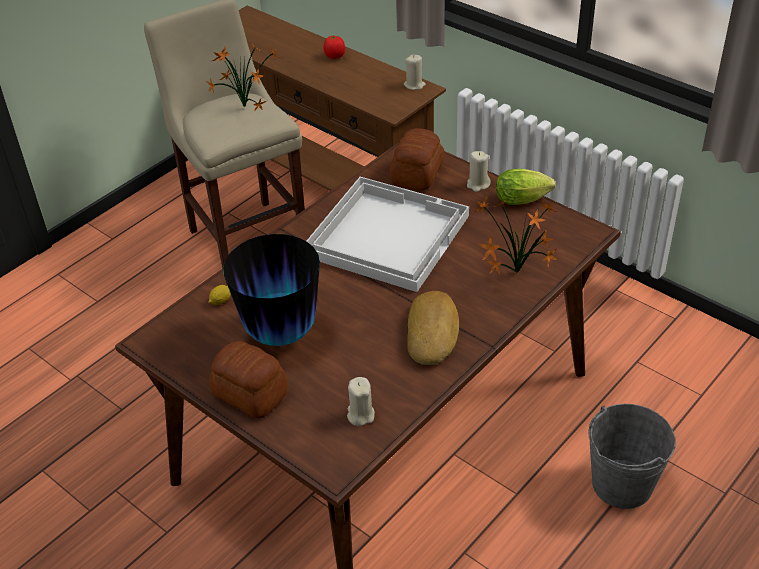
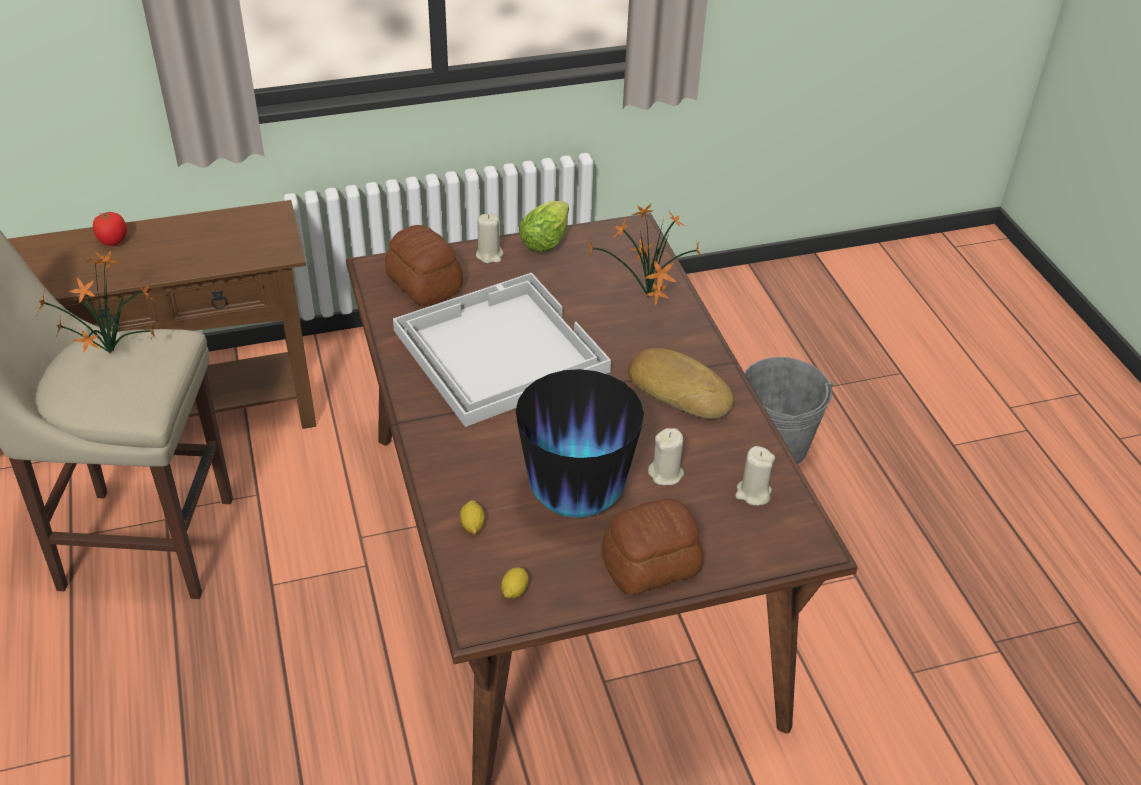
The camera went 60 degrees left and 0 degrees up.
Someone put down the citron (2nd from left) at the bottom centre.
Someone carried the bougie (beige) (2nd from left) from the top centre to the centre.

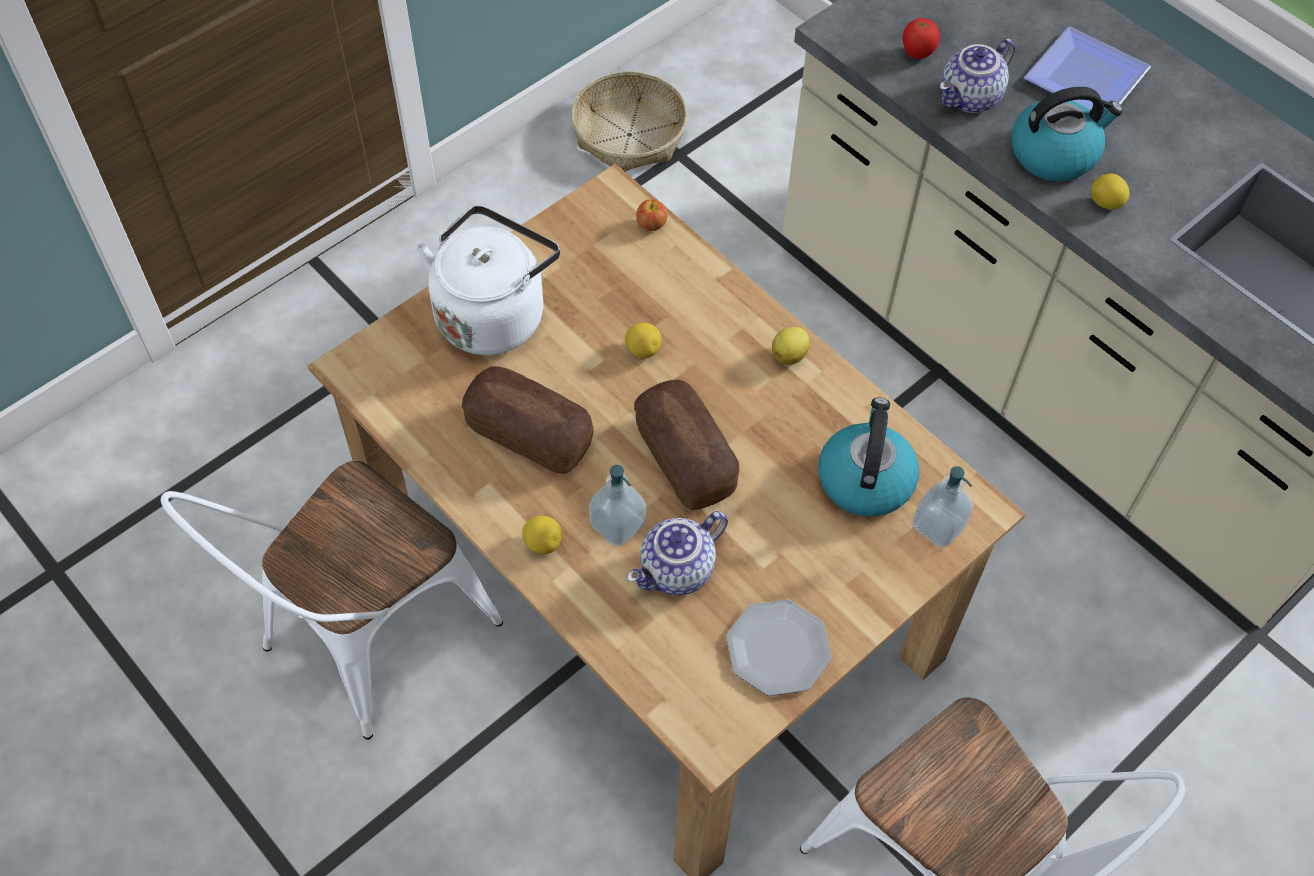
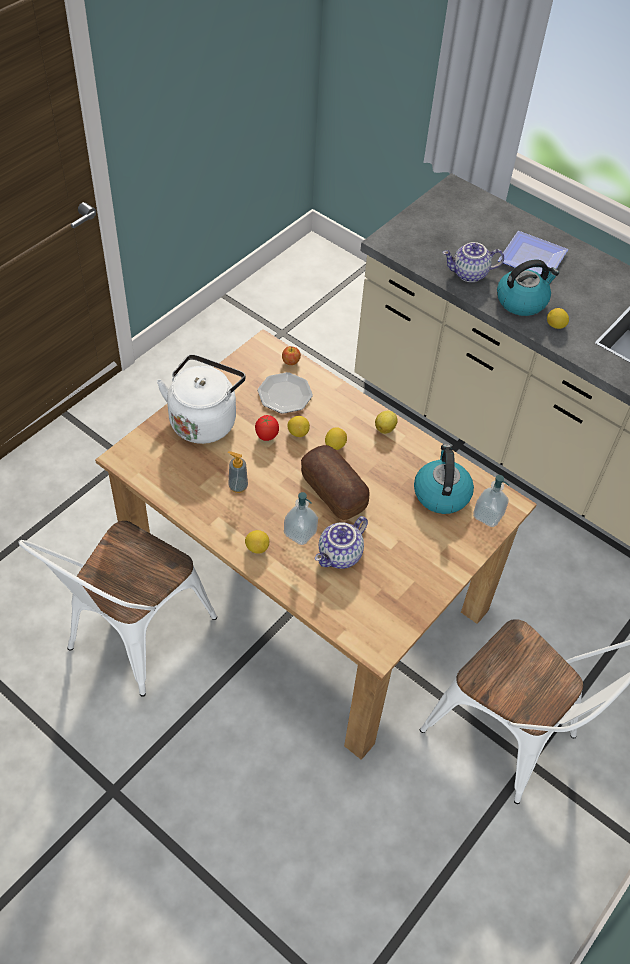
The camera went 10 degrees left and 5 degrees down.
Someone swapped the pain (1st from left) at the centre for the distributeur de savon (1st from left) at the centre.
Someone carried the tomate from the top right to the centre.
Someone carried the assiette (1st from left) from the bottom centre to the centre.
Someone put down the citron (3rd from left) at the centre.
Someone rotated the théière (2nd from left) at the top right by 45 degrees clockwise.
Someone took away the panier at the top centre.

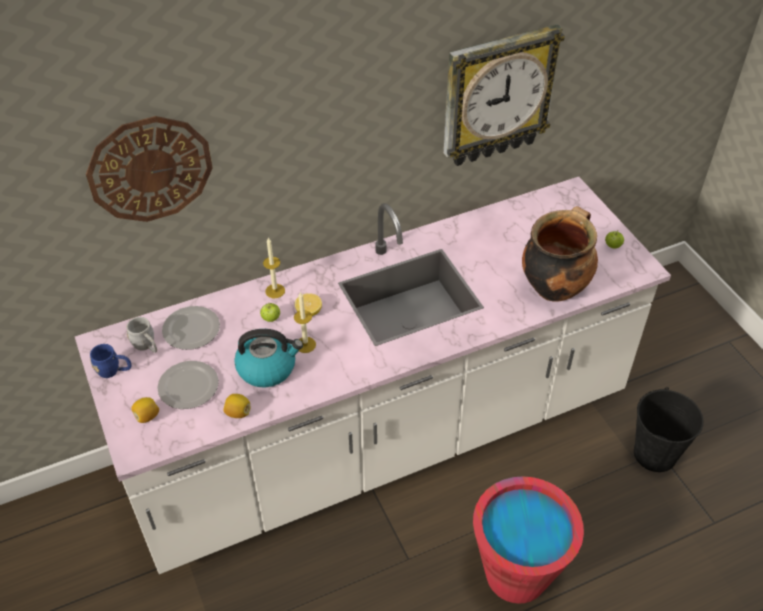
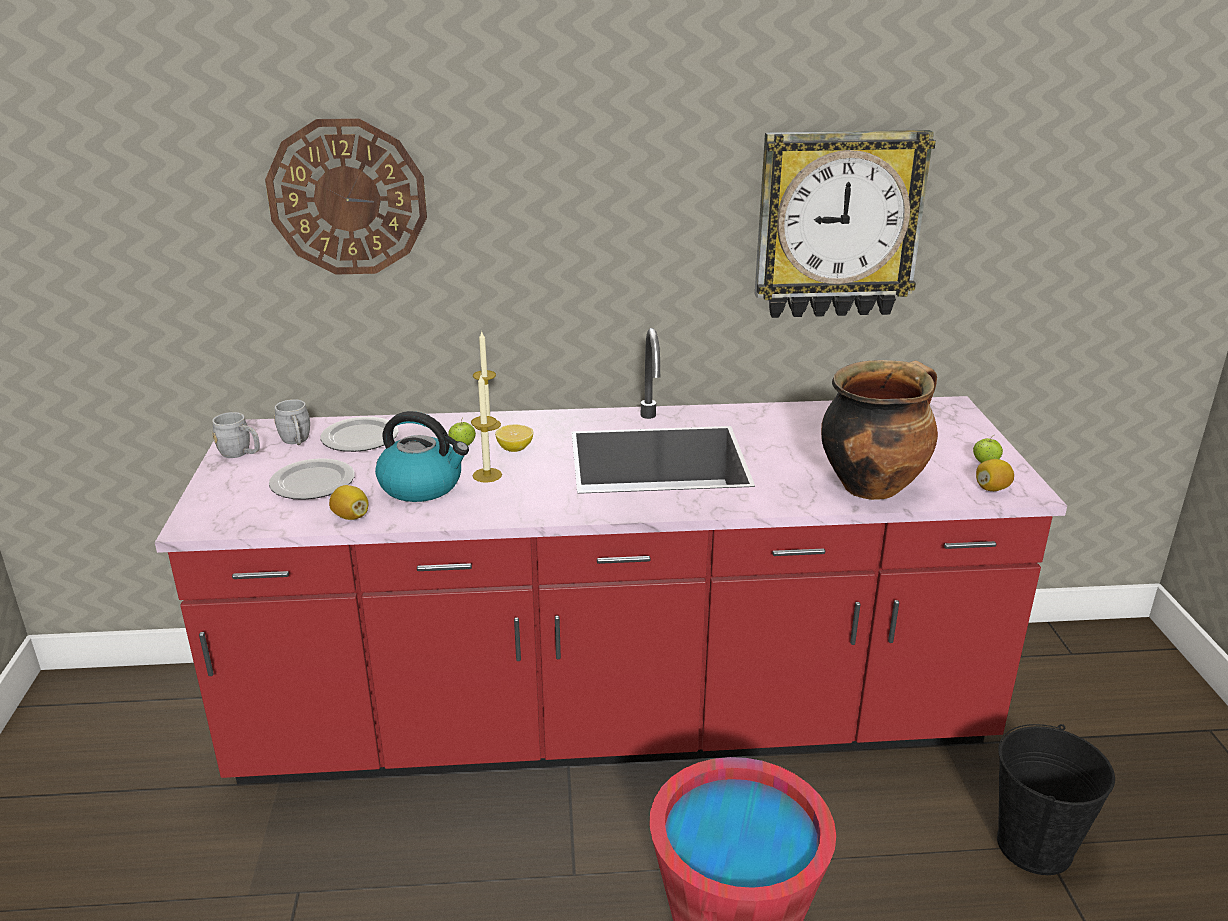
The camera went 20 degrees right and 20 degrees down.
Someone repainted the comptoir de cuisine (blanc) at the centre, which became the comptoir de cuisine (rouge) at the centre.
Someone repainted the mug (bleu) at the middle left, which became the mug (gris) (1st from left) at the middle left.
Someone carried the citron (1st from left in the first image) from the bottom left to the middle right.

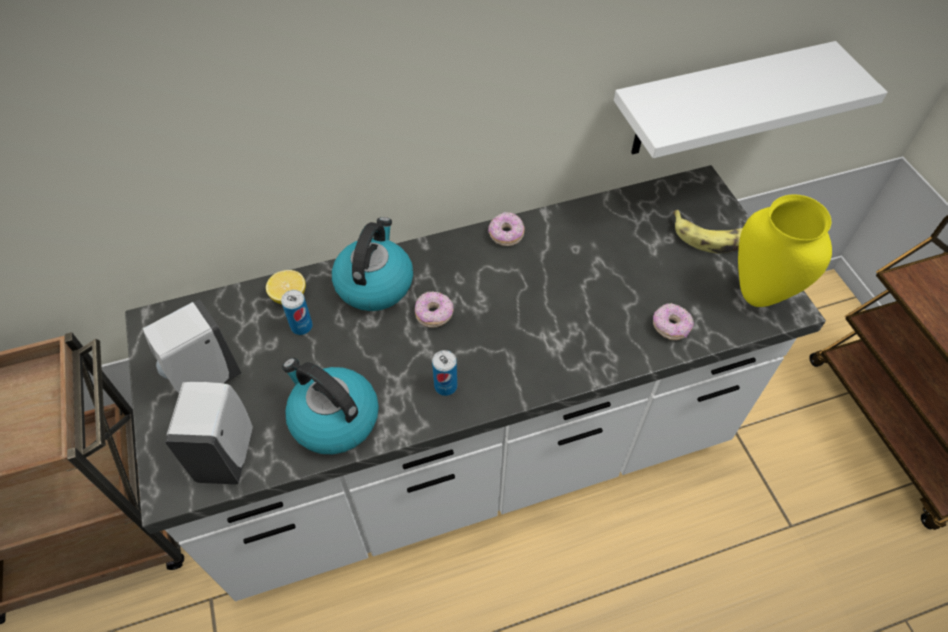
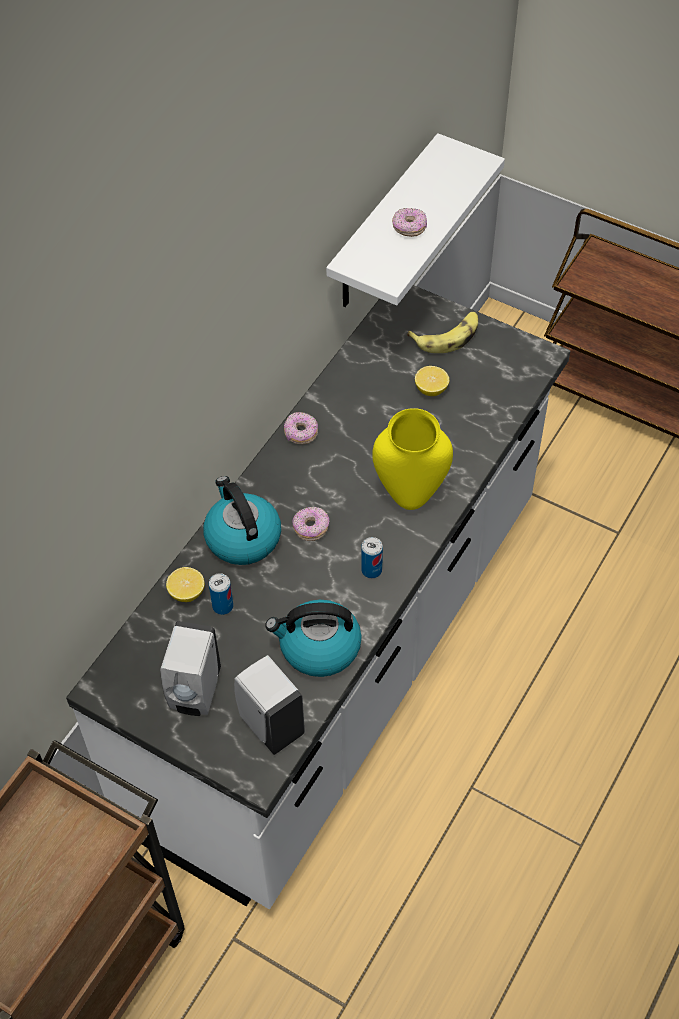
The camera went 40 degrees left and 0 degrees up.
Someone carried the vase (jaune) from the middle right to the centre.
Someone carried the beignet (3rd from left) from the middle right to the top centre.
Someone put down the citron (2nd from left) at the centre.

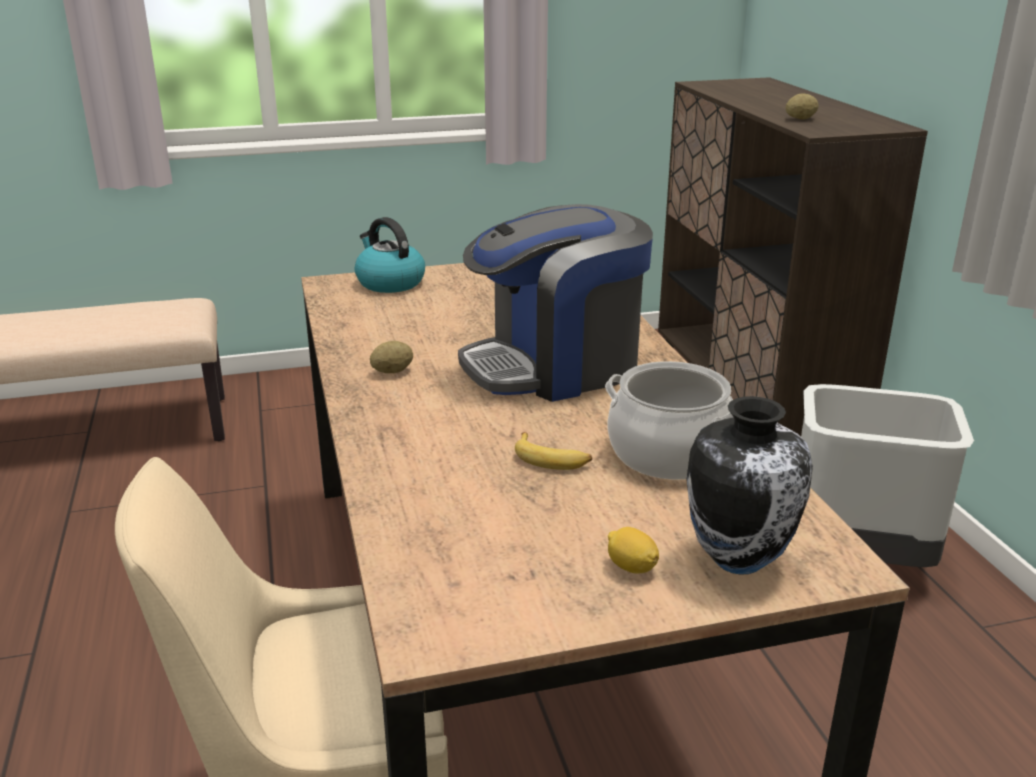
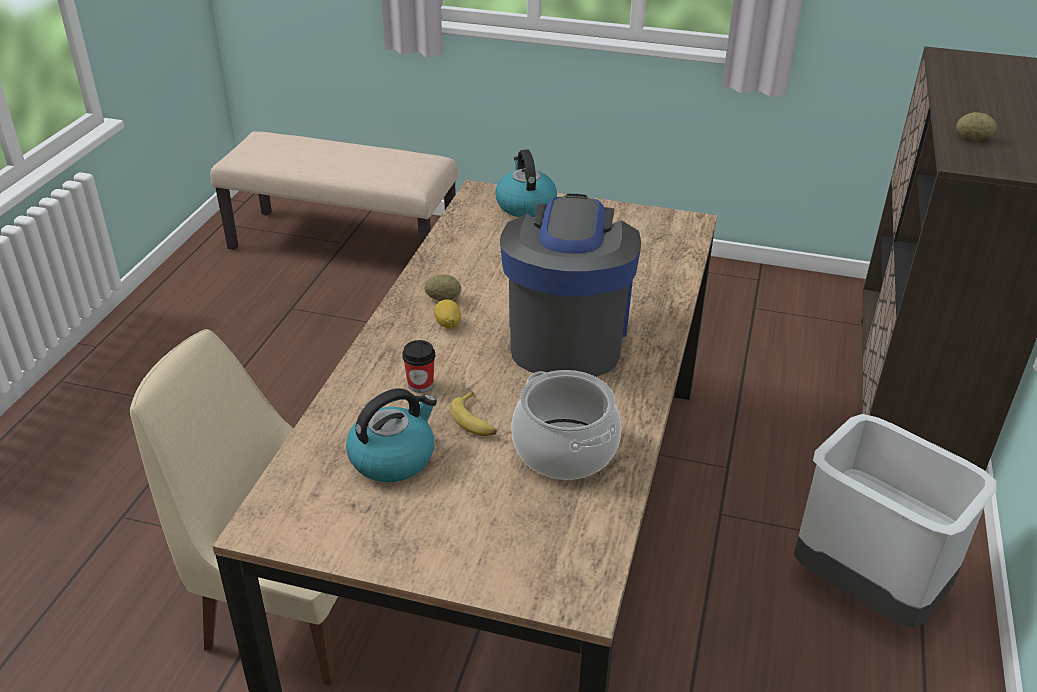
The camera went 30 degrees right and 10 degrees up.
Someone put down the bouilloire (1st from left) at the centre.
Someone put down the tasse at the centre.
Someone carried the citron from the bottom centre to the centre.
Someone rotated the machine à café at the centre by 90 degrees clockwise.
Someone took away the vase at the middle right.

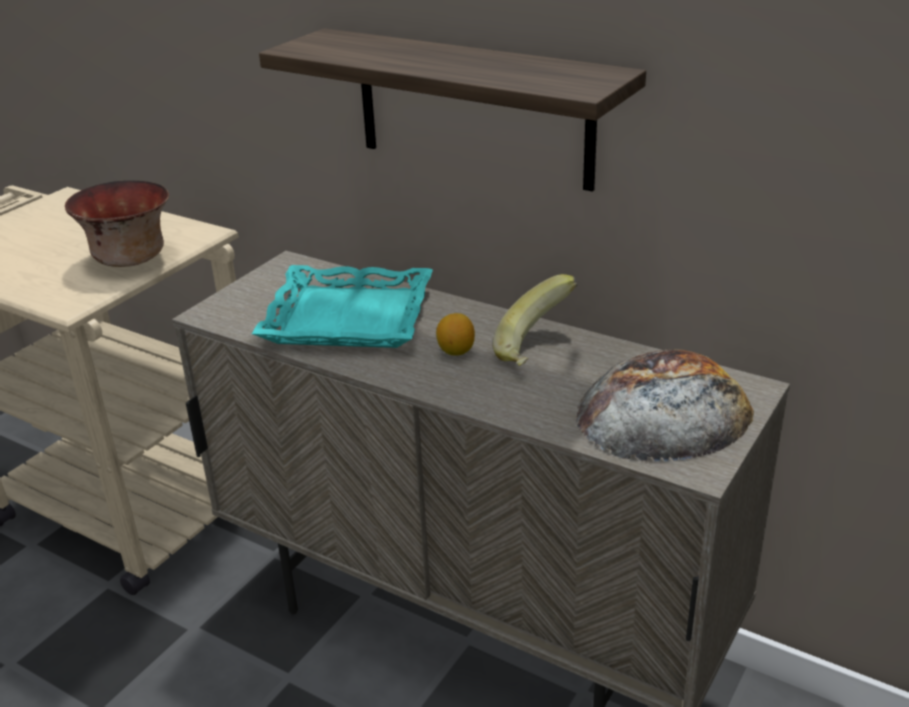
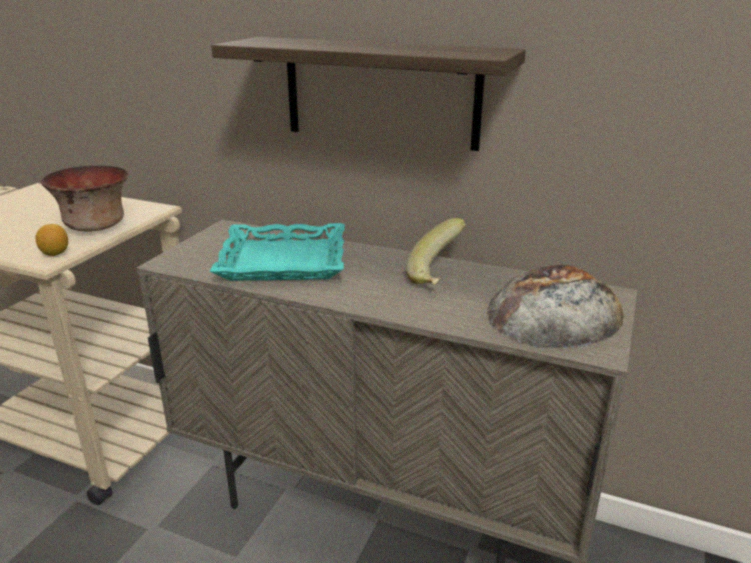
The camera went 10 degrees left and 5 degrees down.
Someone carried the citron from the centre to the middle left.

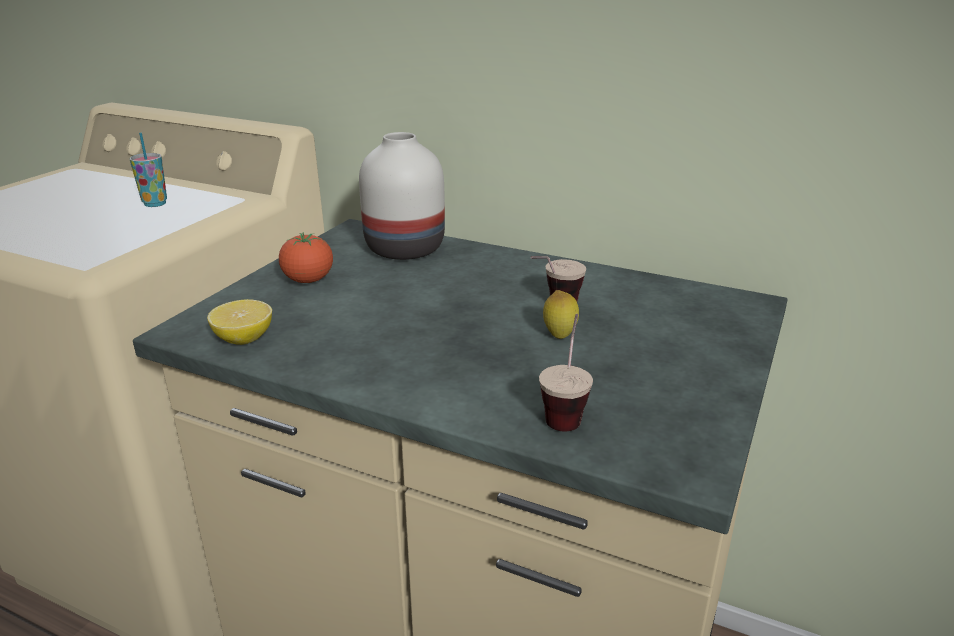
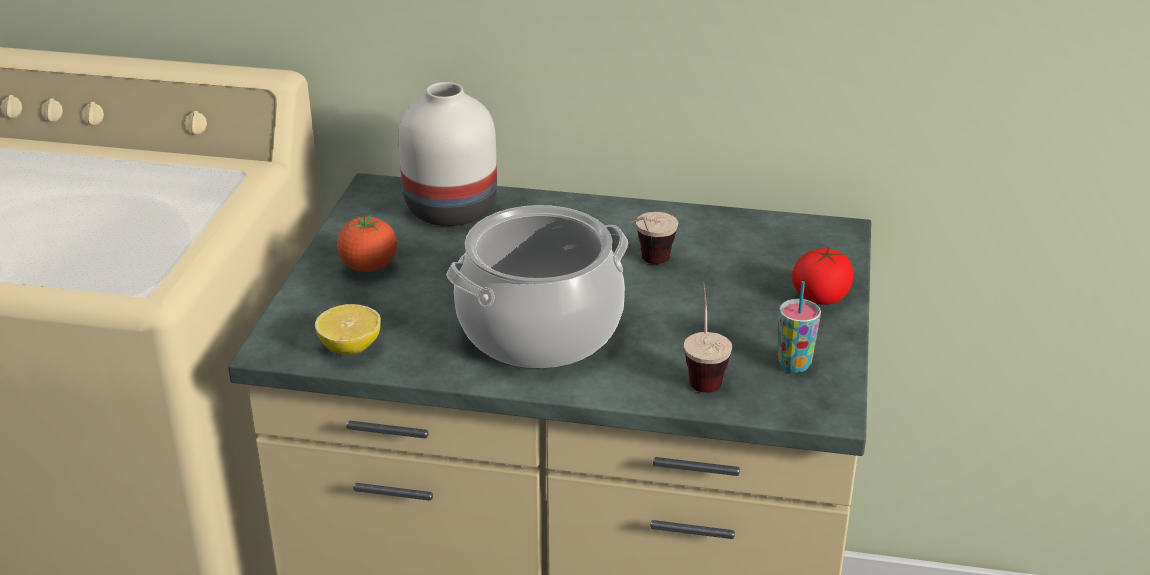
The camera went 15 degrees left and 5 degrees up.
Someone put down the marmite at the centre.
Someone carried the tasse (1st from left in the first image) from the top left to the middle right.
Someone put down the tomate (2nd from left) at the middle right.
Someone took away the citron (2nd from left) at the centre.

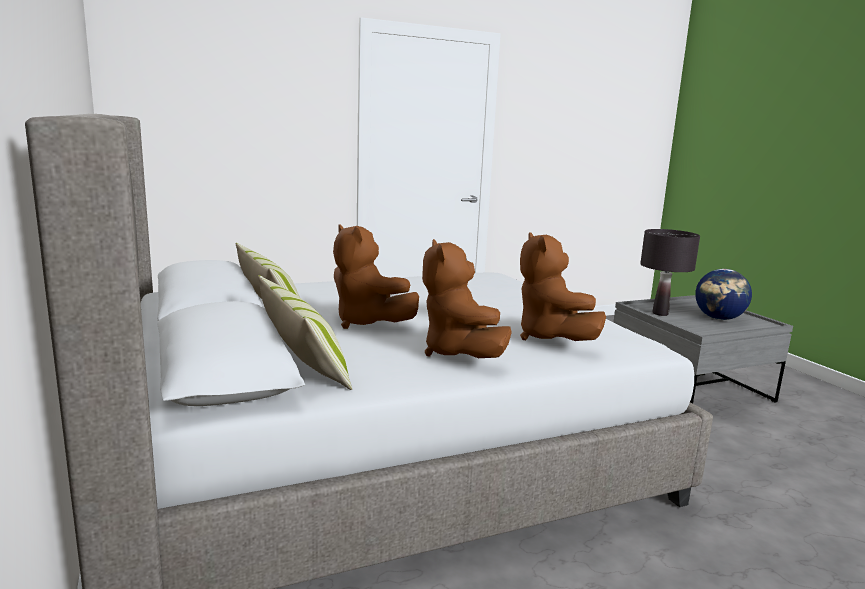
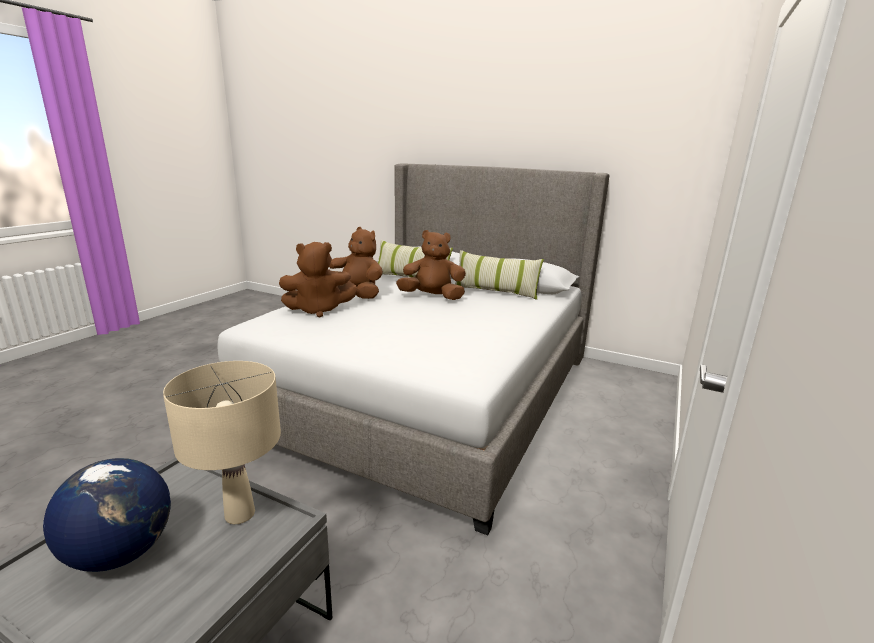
The camera went 140 degrees right and 5 degrees up.
Someone repainted the lampe de table (noir) at the middle right, which became the lampe de table (beige) at the bottom left.
Someone rotated the peluche (marron) (3rd from left in the first image) at the centre by 135 degrees clockwise.

